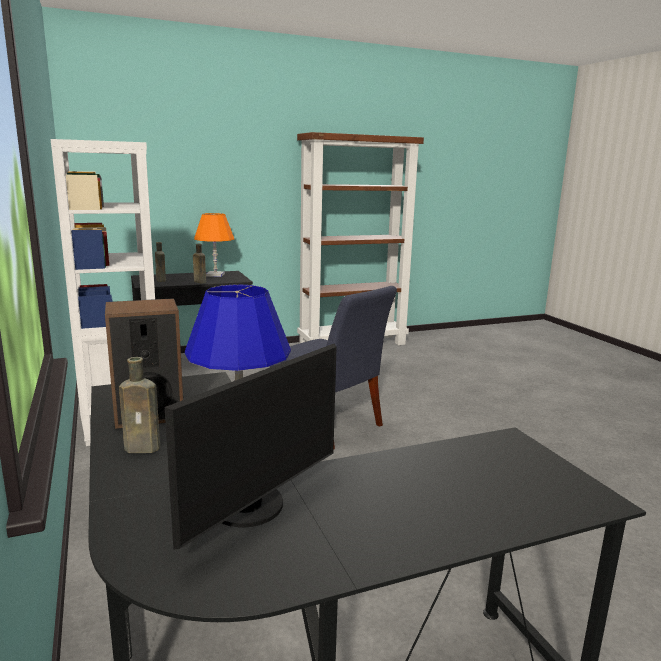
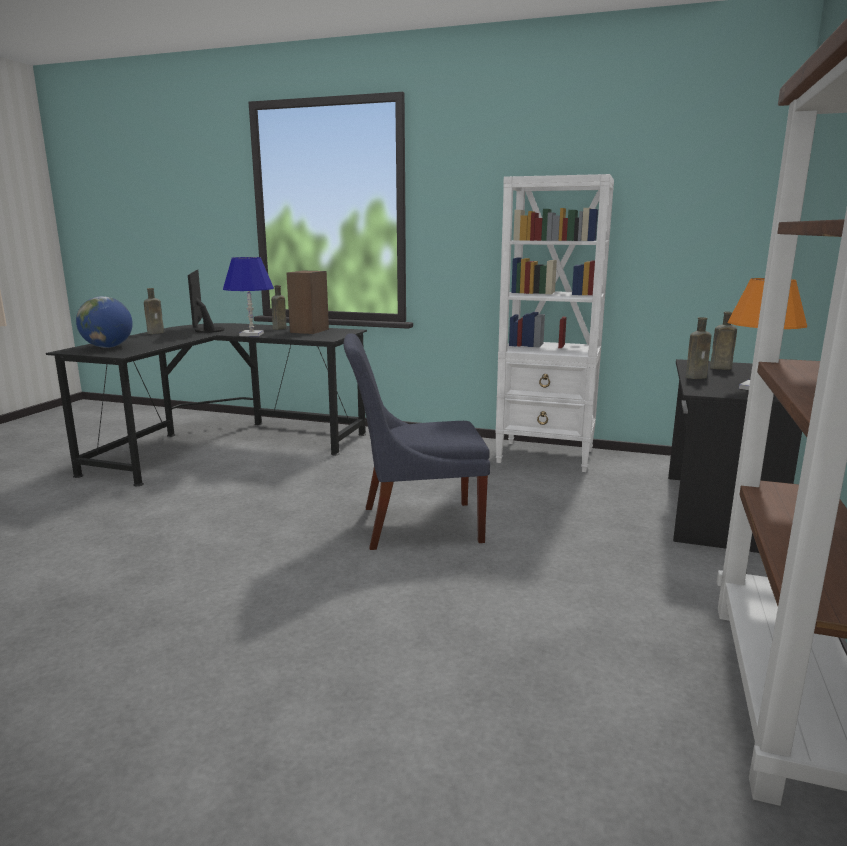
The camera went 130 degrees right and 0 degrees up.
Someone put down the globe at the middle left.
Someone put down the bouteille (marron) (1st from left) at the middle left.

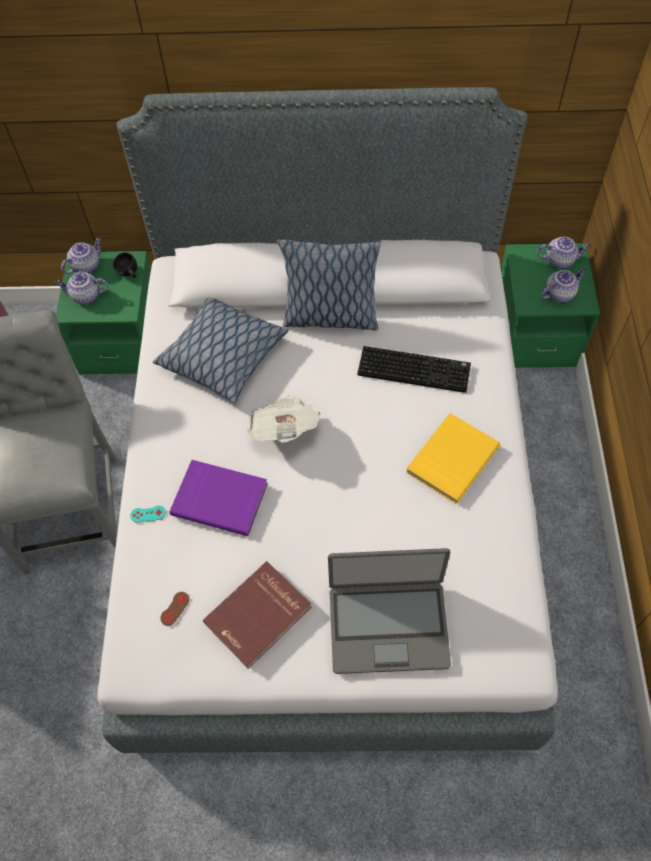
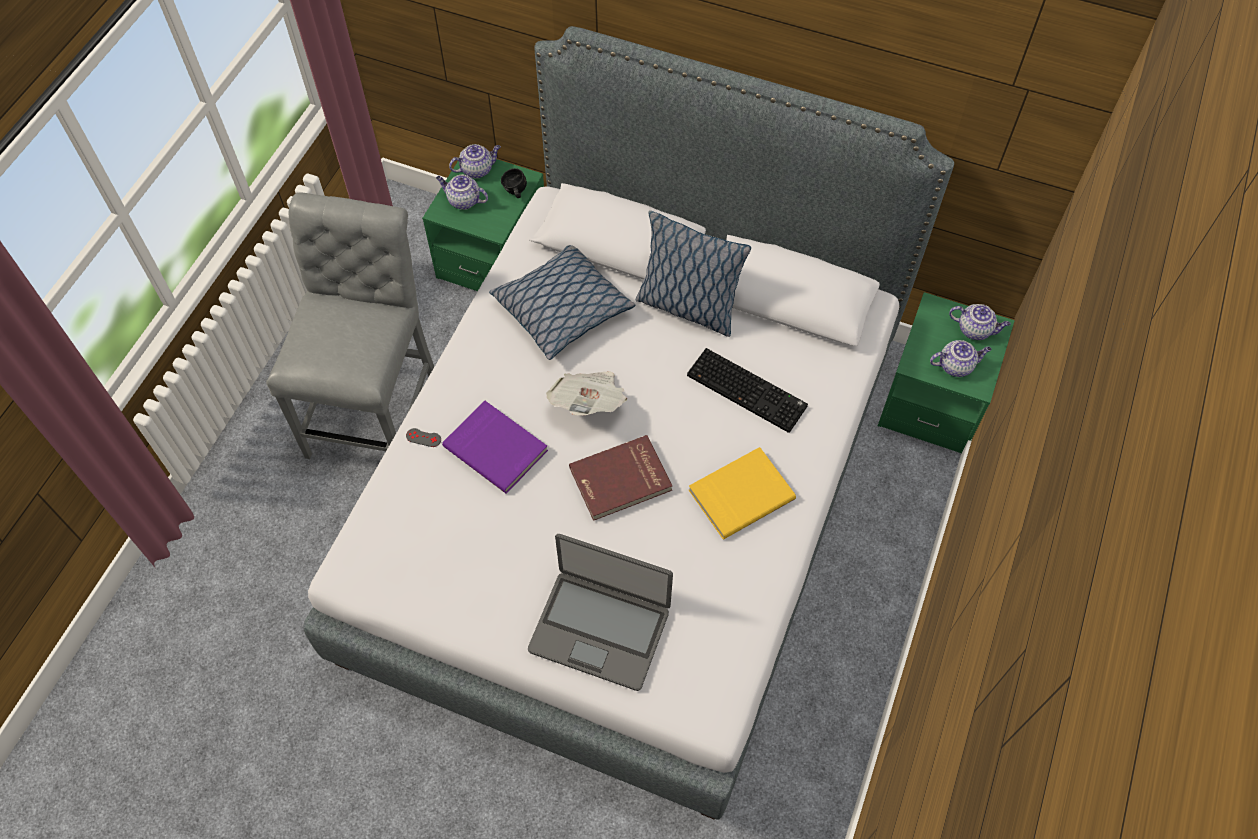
The camera went 20 degrees right and 0 degrees up.
Someone repainted the manette (turquoise) at the middle left, which became the manette (gris) at the centre.
Someone carried the livre (rouge) from the bottom centre to the centre.
Someone took away the manette (marron) at the bottom left.

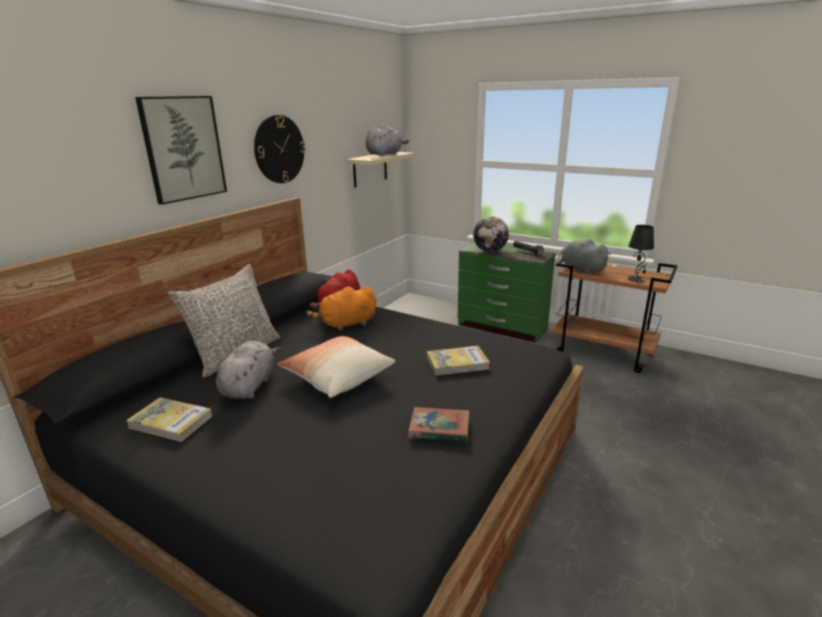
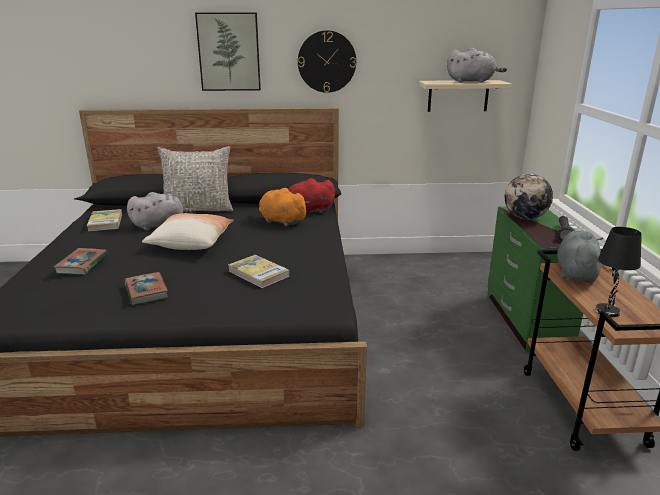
The camera went 55 degrees right and 0 degrees up.
Someone put down the livre (1st from left) at the middle left.

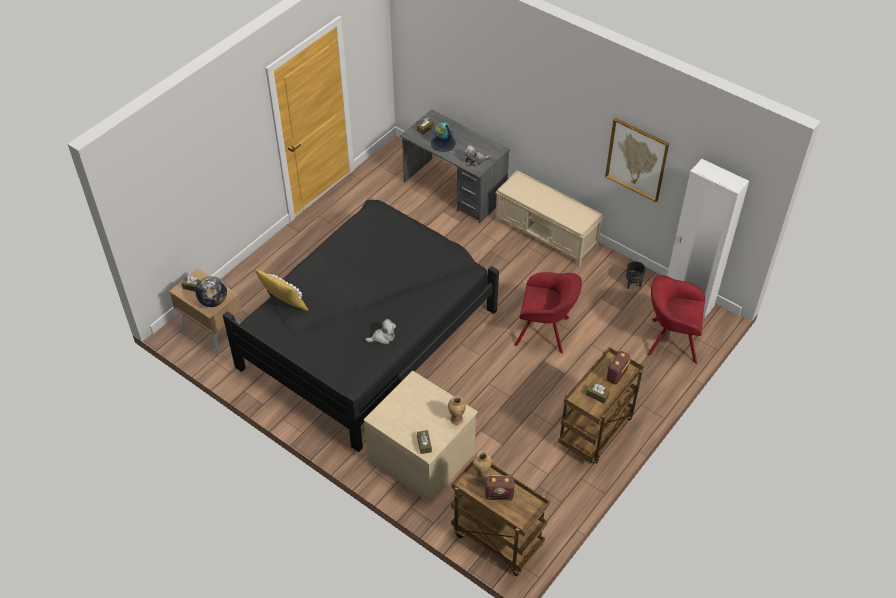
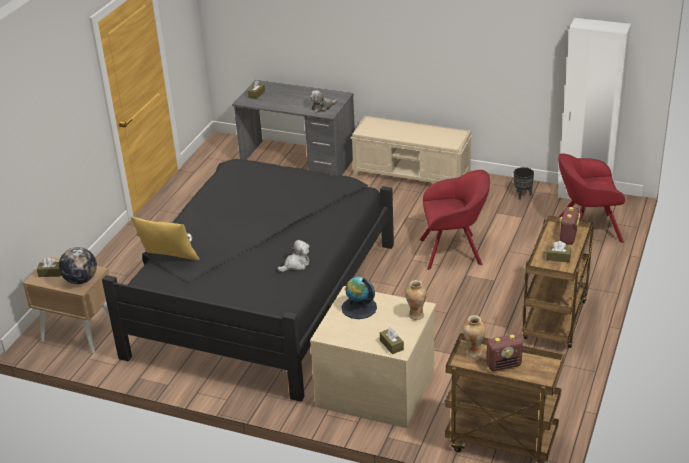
The camera went 15 degrees left and 15 degrees down.
Someone carried the globe (2nd from left) from the top centre to the centre.
Someone took away the tableau at the top right.

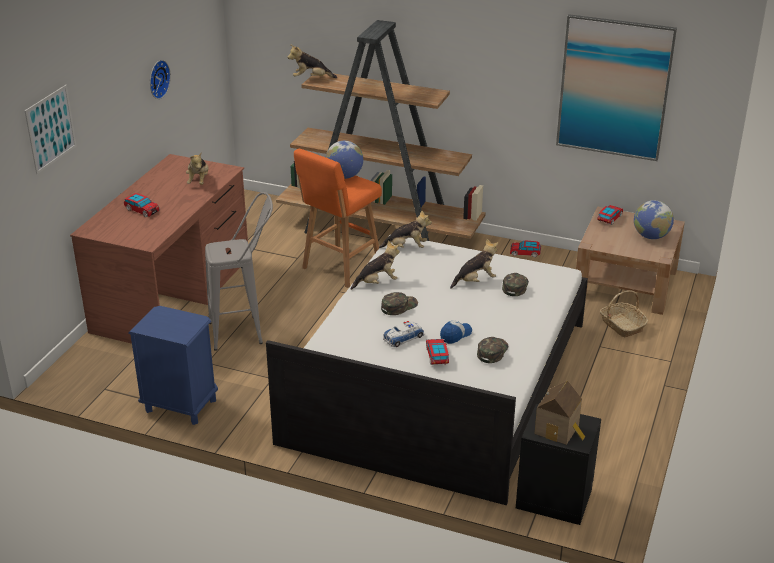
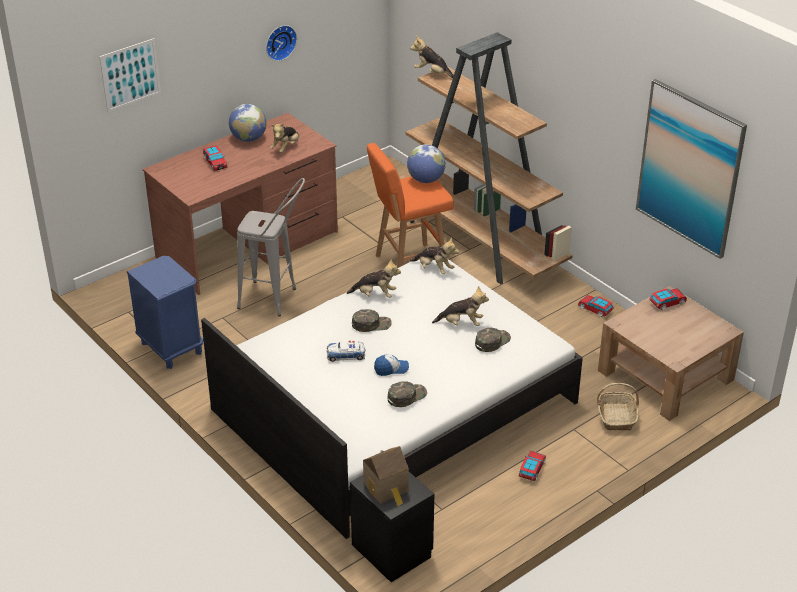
The camera went 30 degrees right and 5 degrees up.
Someone carried the globe (2nd from left in the first image) from the middle right to the top left.
Someone carried the petite voiture (3rd from left) from the centre to the bottom right.

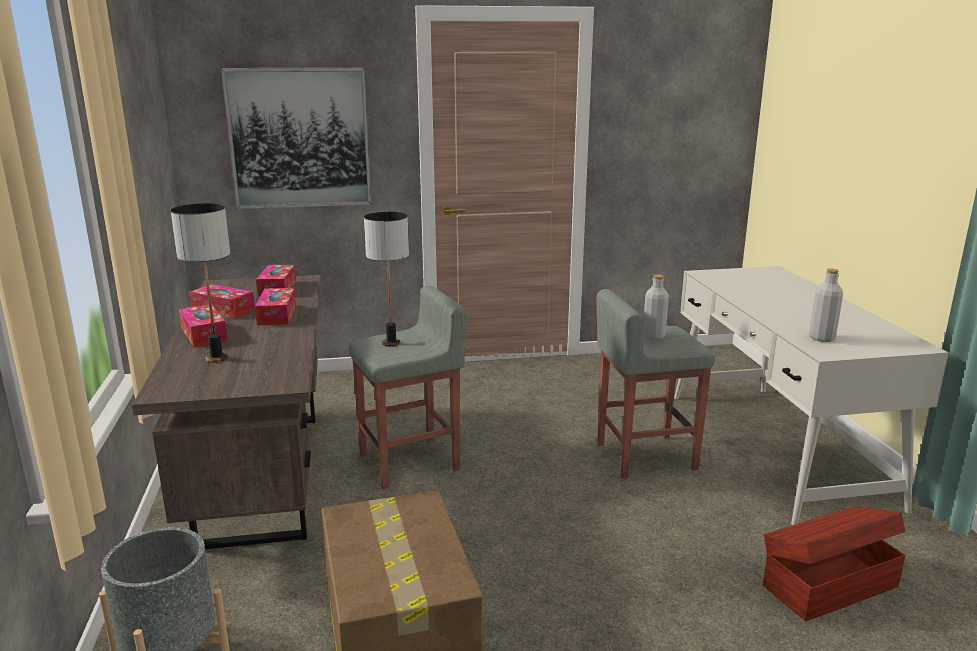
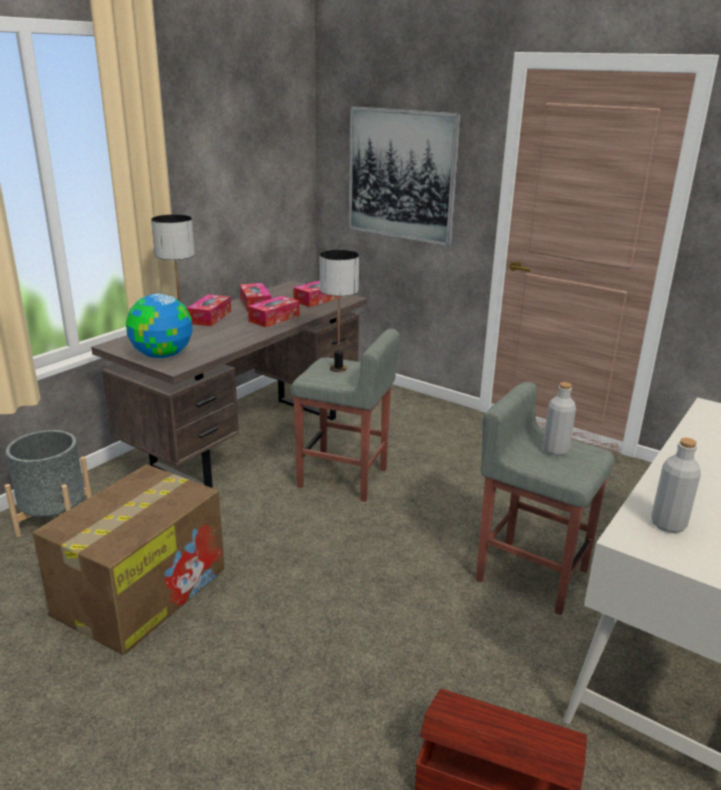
The camera went 45 degrees right and 5 degrees up.
Someone put down the globe at the middle left.

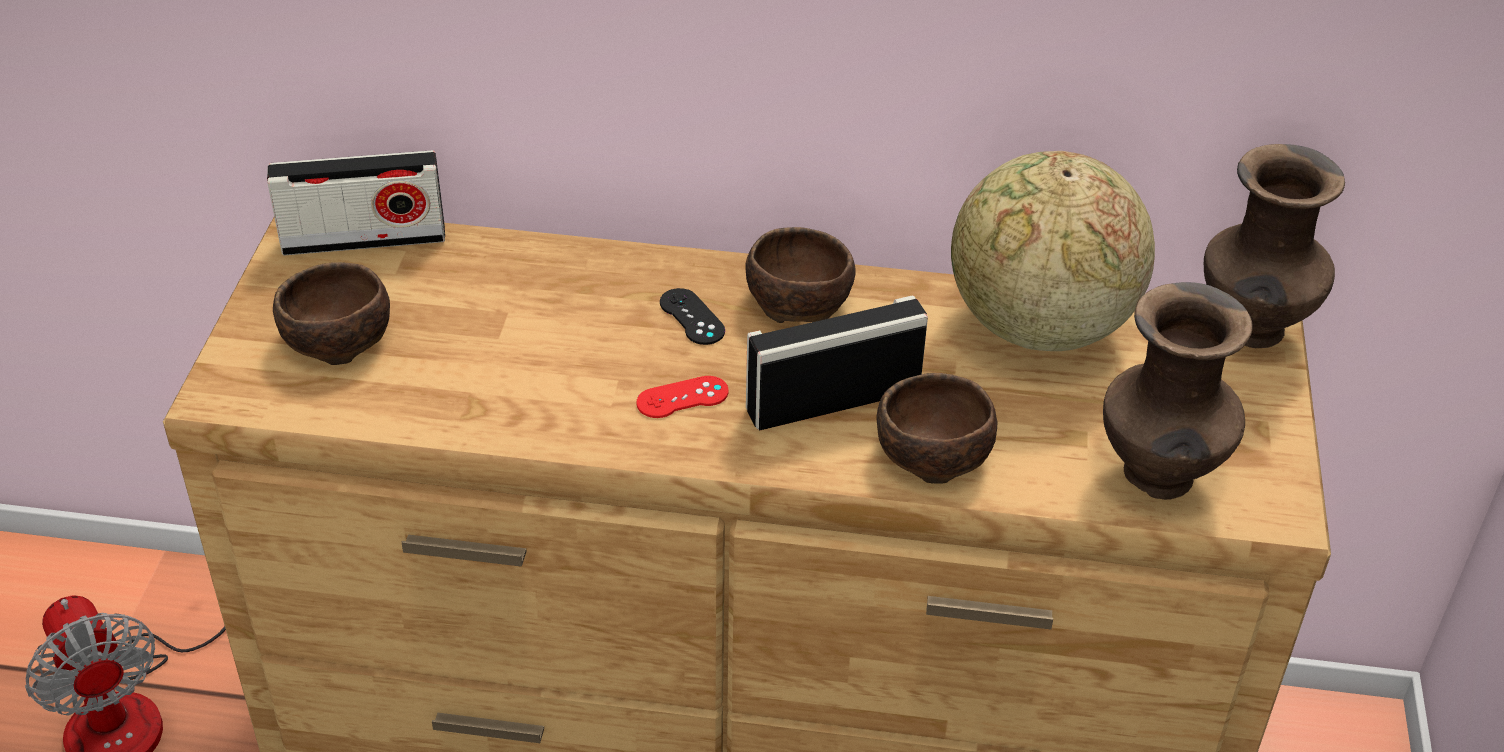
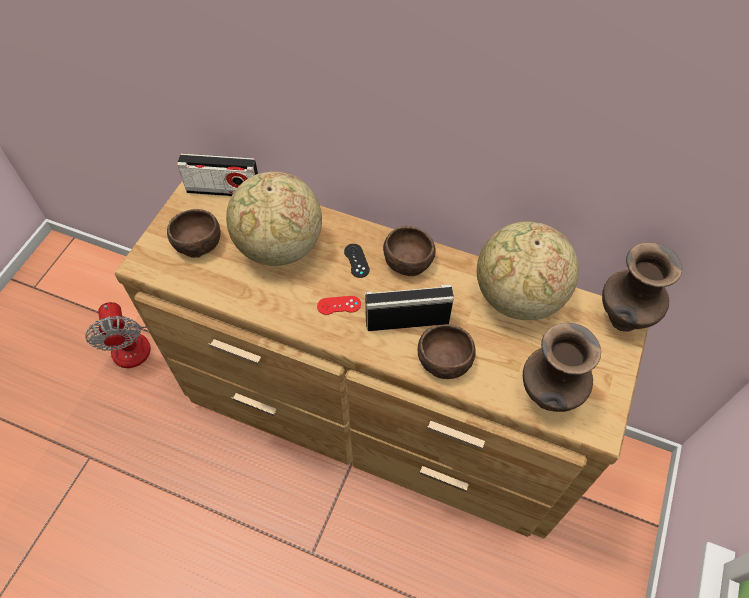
The camera went 15 degrees right and 15 degrees up.
Someone put down the globe (1st from left) at the centre.

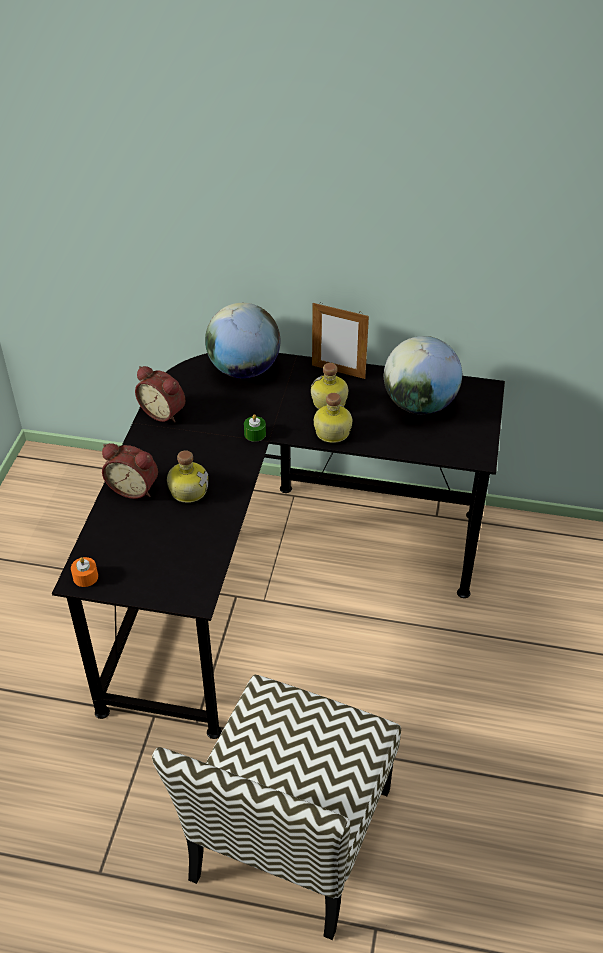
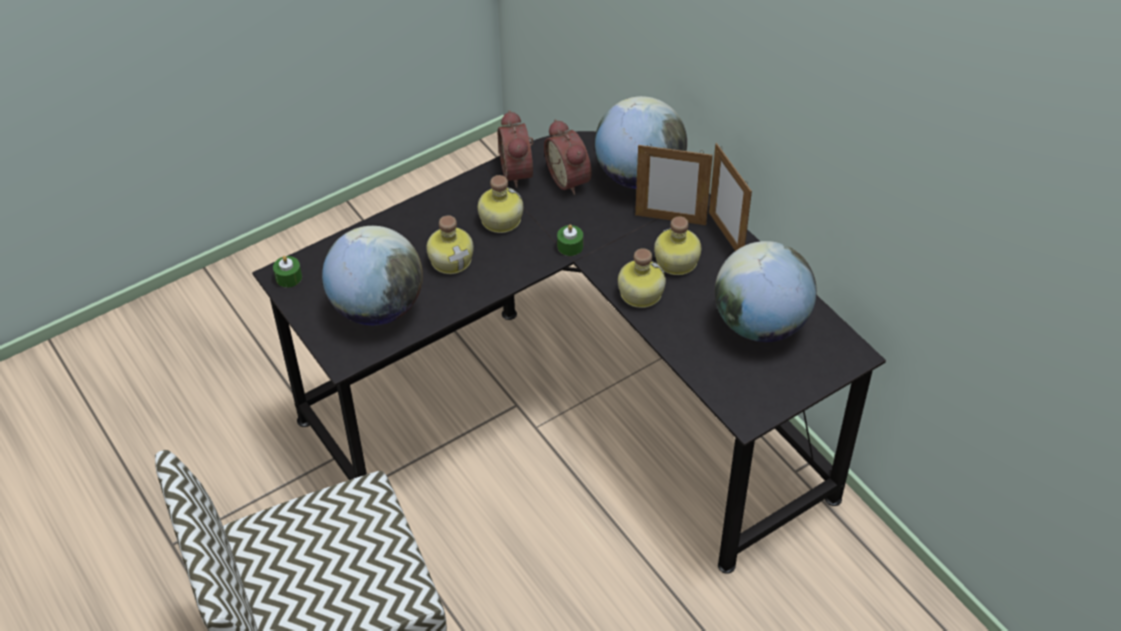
The camera went 45 degrees right and 5 degrees up.
Someone repainted the bougie (orange) at the middle left, which became the bougie (vert) (1st from left) at the middle left.
Someone put down the globe (1st from left) at the middle left.
Someone put down the bouteille (2nd from left) at the top centre.
Someone carried the réveil (1st from left in the first image) from the middle left to the top centre.
Someone put down the cadre photo (1st from left) at the top centre.

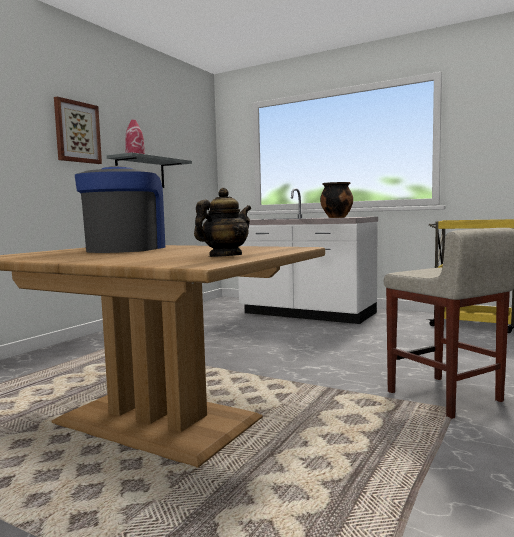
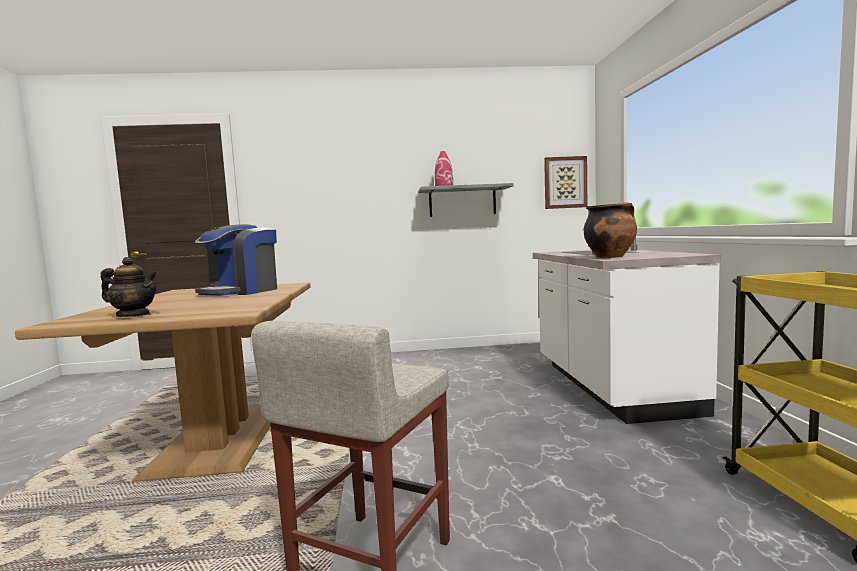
The camera went 55 degrees right and 0 degrees up.
Someone rotated the machine à café at the middle left by 150 degrees clockwise.
Someone carried the tableau from the top left to the top centre.

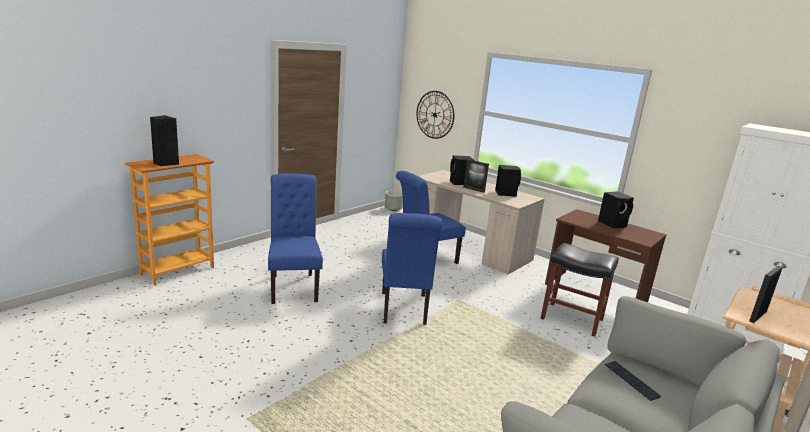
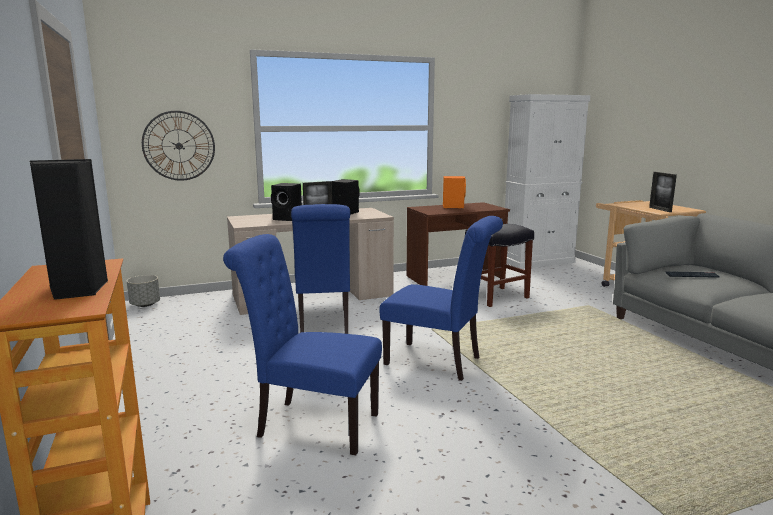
The camera went 60 degrees left and 5 degrees down.
Someone repainted the enceinte (noir) (4th from left) at the middle right, which became the enceinte (orange) at the centre.

